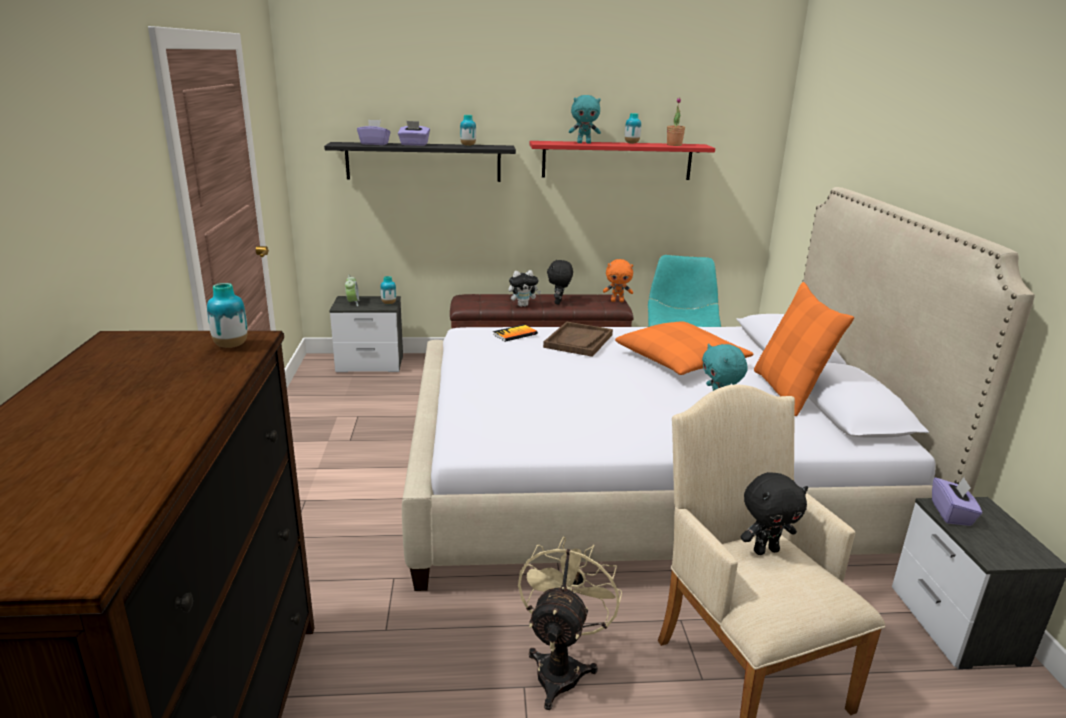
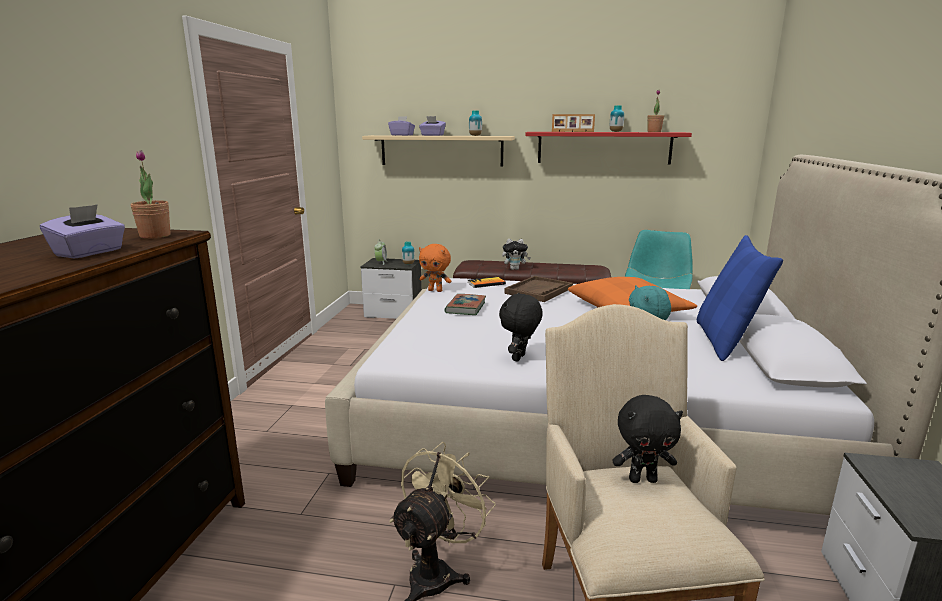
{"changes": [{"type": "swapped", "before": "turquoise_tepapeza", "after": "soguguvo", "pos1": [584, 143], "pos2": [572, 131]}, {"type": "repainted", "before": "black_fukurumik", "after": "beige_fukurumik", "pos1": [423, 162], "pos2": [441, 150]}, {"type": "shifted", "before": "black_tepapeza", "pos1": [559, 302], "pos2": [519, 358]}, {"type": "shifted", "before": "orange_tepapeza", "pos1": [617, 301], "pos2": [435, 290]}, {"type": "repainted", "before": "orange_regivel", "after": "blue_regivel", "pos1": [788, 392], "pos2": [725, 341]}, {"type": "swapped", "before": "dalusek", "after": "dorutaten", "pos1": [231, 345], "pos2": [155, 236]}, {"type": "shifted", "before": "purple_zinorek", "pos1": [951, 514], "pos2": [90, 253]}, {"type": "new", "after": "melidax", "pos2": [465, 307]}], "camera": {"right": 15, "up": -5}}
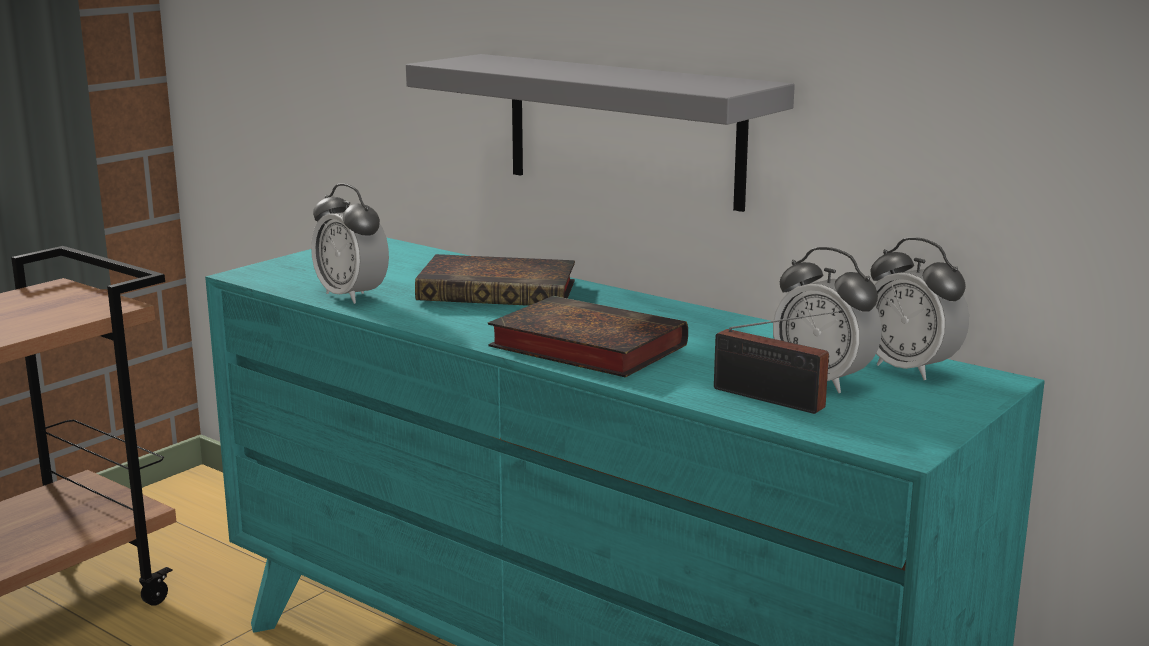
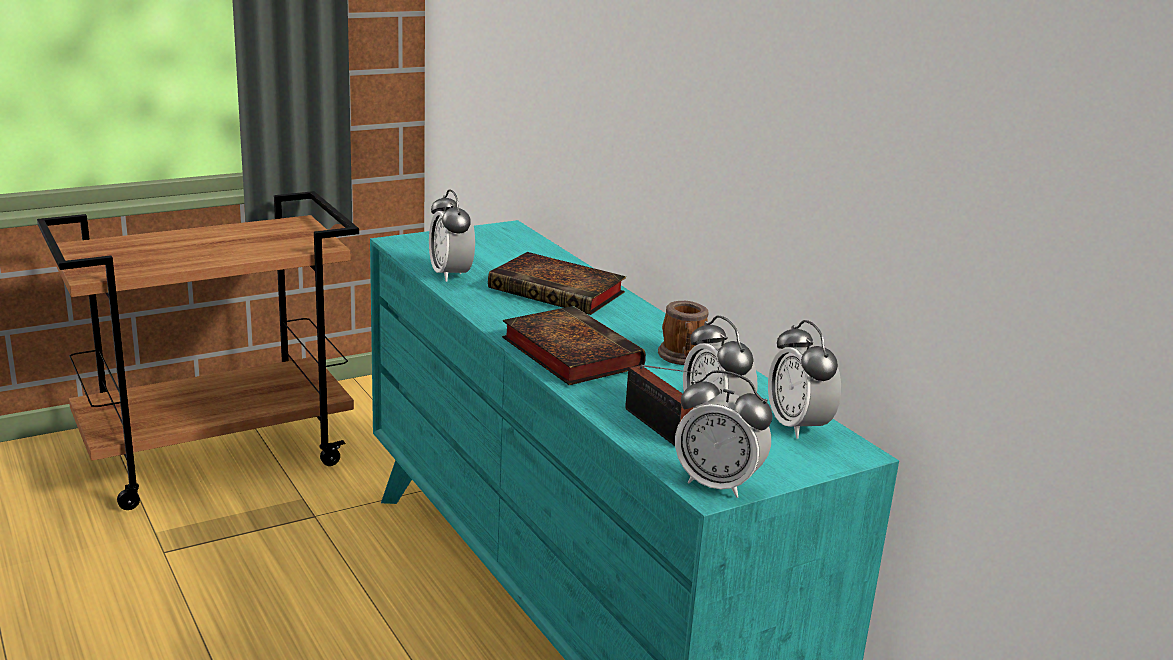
{"changes": [{"type": "gone", "before": "grey_fukurumik", "pos1": [623, 130]}, {"type": "new", "after": "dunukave", "pos2": [683, 358]}, {"type": "new", "after": "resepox", "pos2": [718, 484]}], "camera": {"right": 20, "up": 5}}
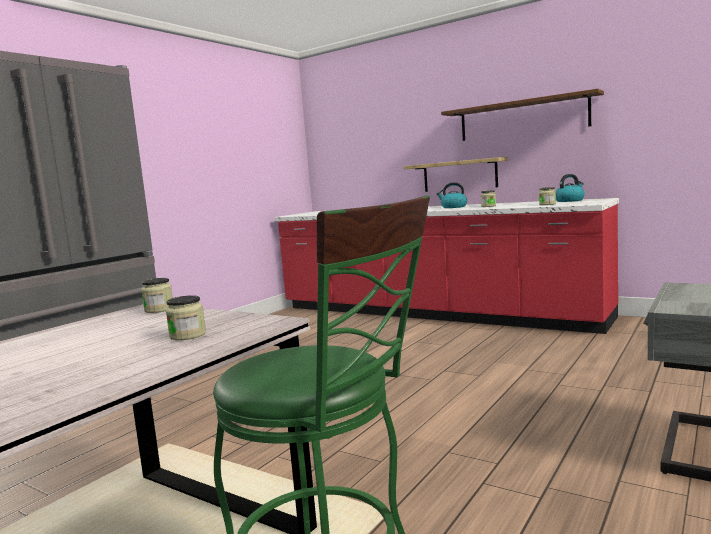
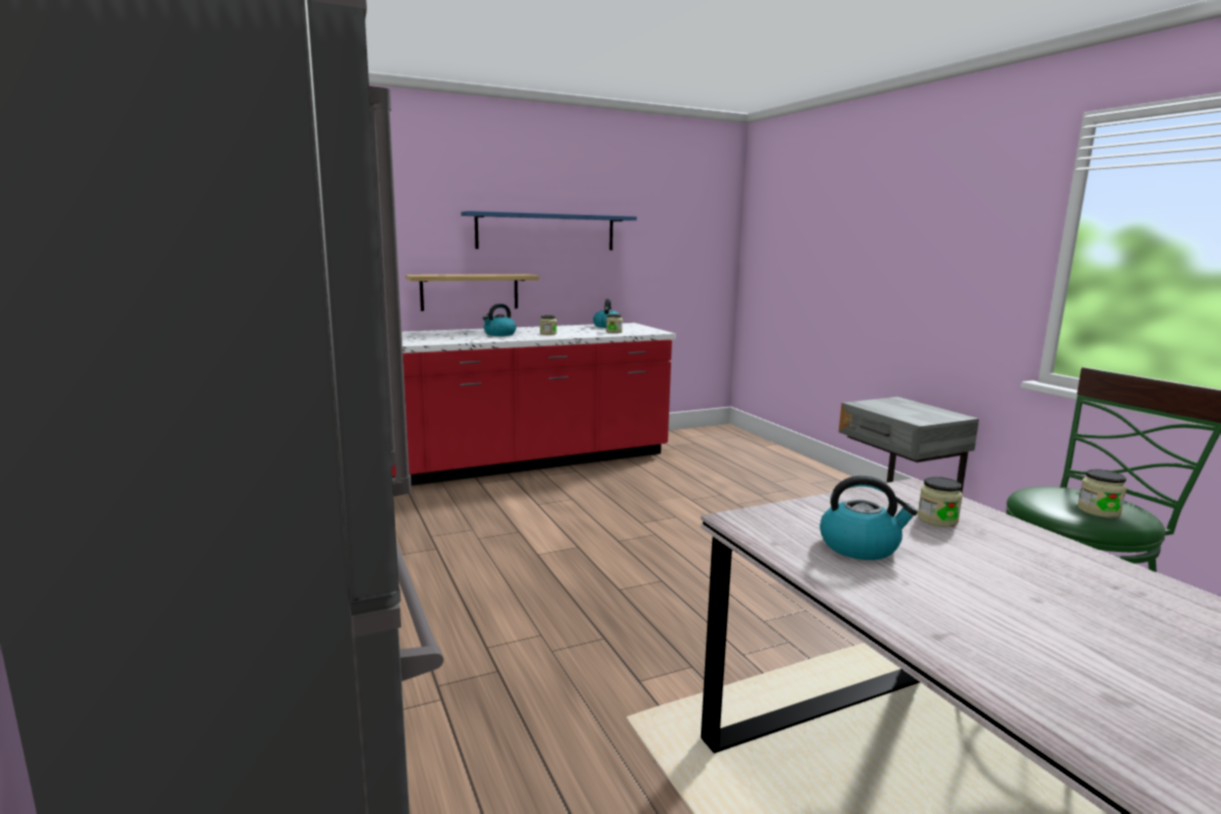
{"changes": [{"type": "repainted", "before": "brown_fukurumik", "after": "blue_fukurumik", "pos1": [522, 118], "pos2": [546, 232]}, {"type": "shifted", "before": "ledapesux", "pos1": [159, 309], "pos2": [1098, 511]}, {"type": "new", "after": "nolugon", "pos2": [860, 546]}], "camera": {"right": -60, "up": 5}}
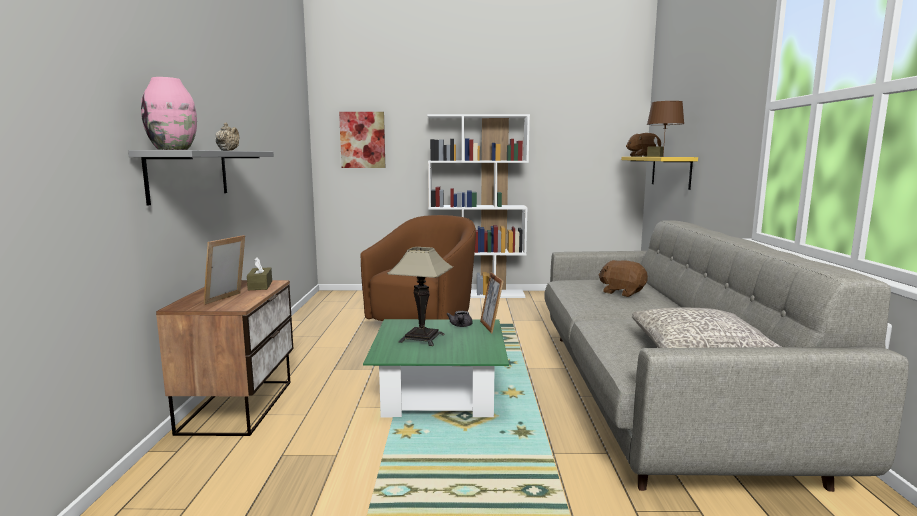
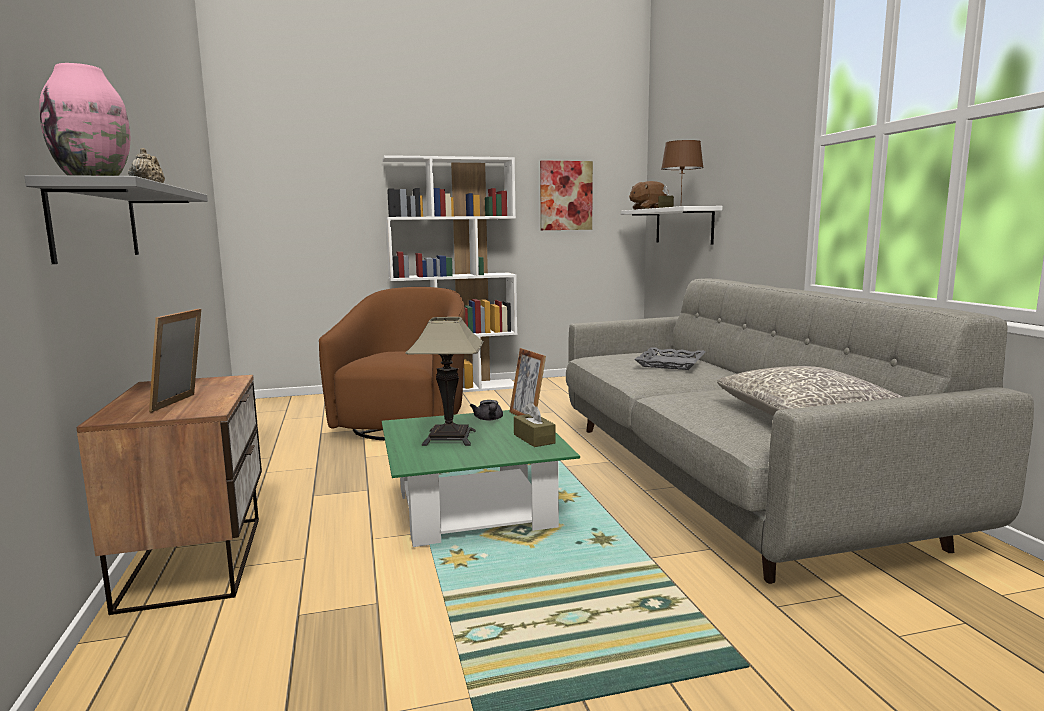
{"changes": [{"type": "shifted", "before": "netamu", "pos1": [362, 140], "pos2": [566, 195]}, {"type": "repainted", "before": "yellow_fukurumik", "after": "white_fukurumik", "pos1": [670, 171], "pos2": [683, 225]}, {"type": "shifted", "before": "brown_zinorek", "pos1": [260, 285], "pos2": [534, 439]}, {"type": "swapped", "before": "brown_tepapeza", "after": "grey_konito", "pos1": [622, 292], "pos2": [671, 363]}], "camera": {"right": -15, "up": 0}}
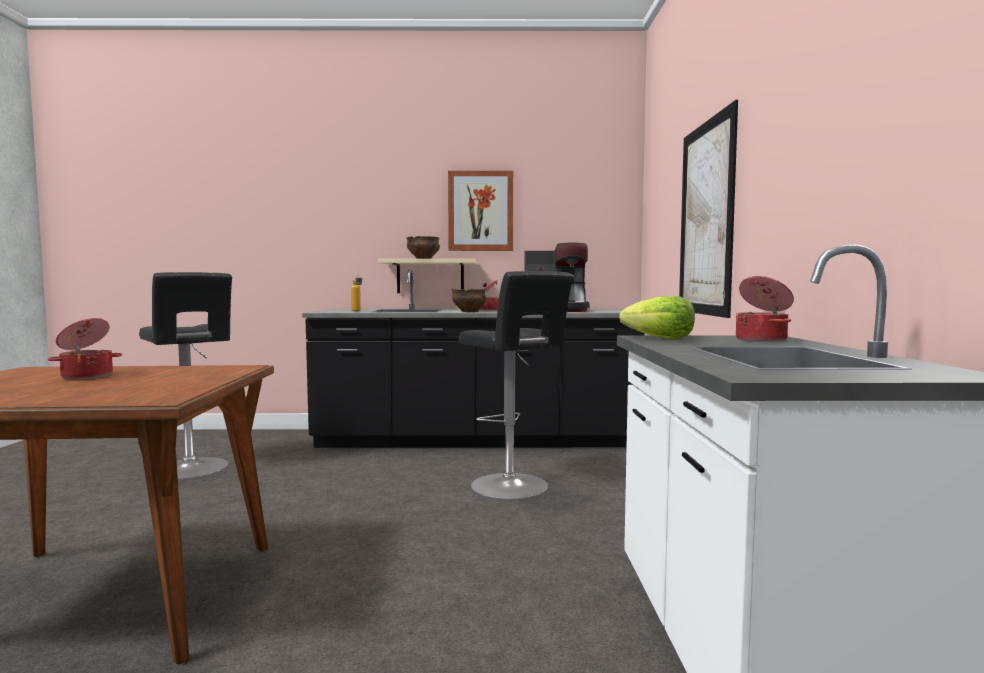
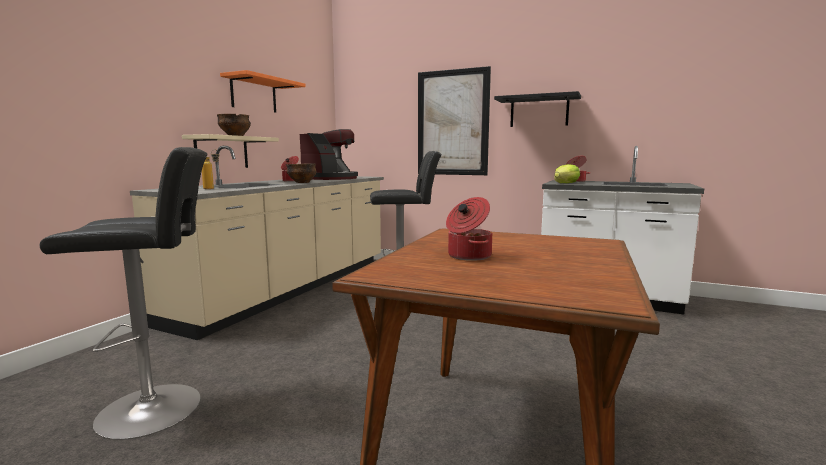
{"changes": [{"type": "swapped", "before": "netamu", "after": "orange_fukurumik", "pos1": [480, 211], "pos2": [254, 95]}, {"type": "repainted", "before": "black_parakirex", "after": "beige_parakirex", "pos1": [476, 440], "pos2": [292, 288]}, {"type": "new", "after": "black_fukurumik", "pos2": [539, 112]}], "camera": {"right": -65, "up": 5}}
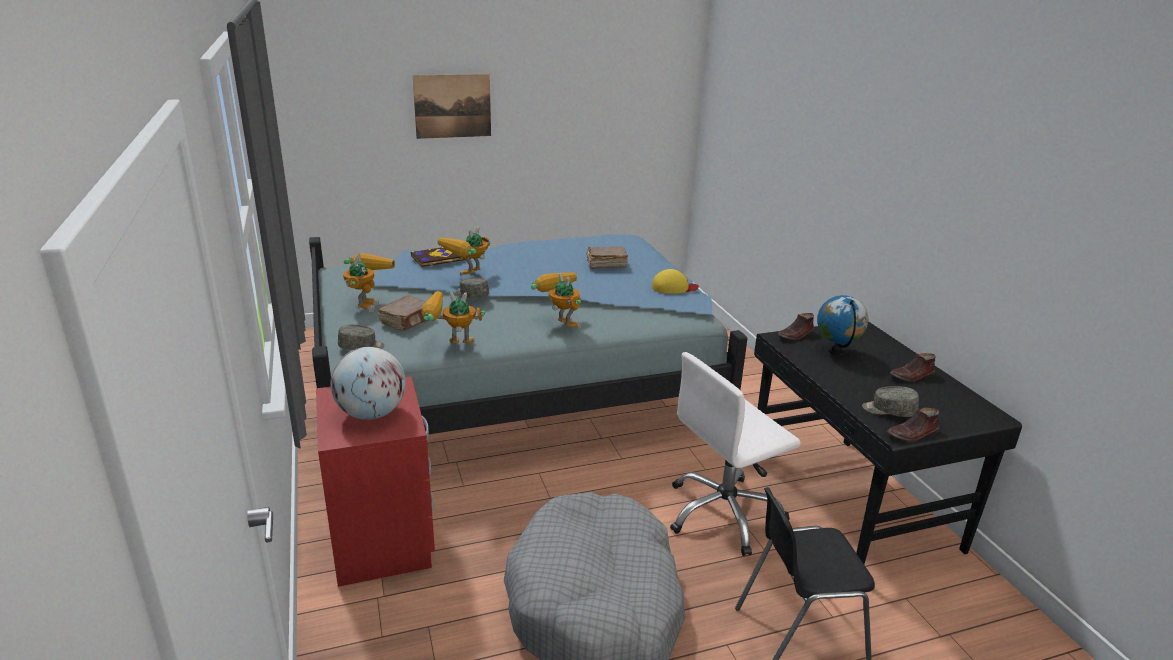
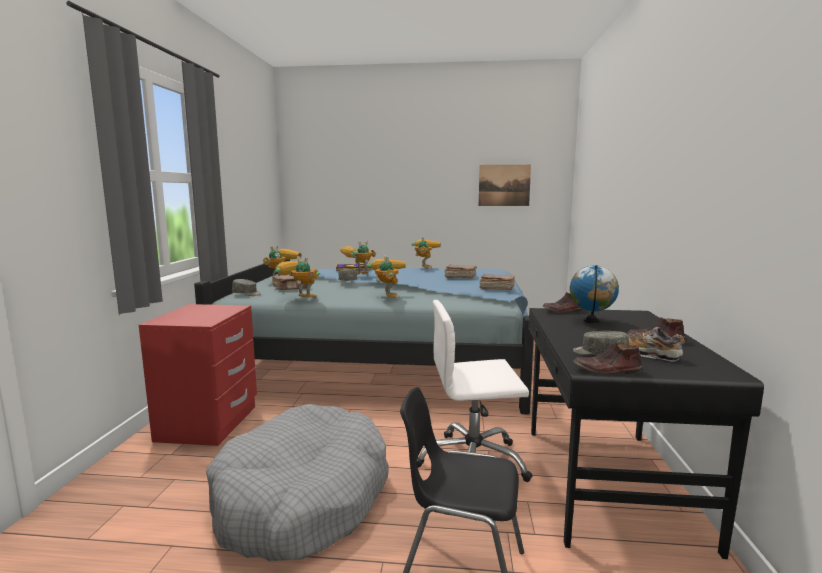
{"changes": [{"type": "shifted", "before": "netamu", "pos1": [452, 106], "pos2": [504, 185]}, {"type": "swapped", "before": "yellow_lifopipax", "after": "brown_melidax", "pos1": [674, 287], "pos2": [496, 288]}, {"type": "gone", "before": "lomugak", "pos1": [371, 414]}, {"type": "new", "after": "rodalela", "pos2": [424, 268]}, {"type": "new", "after": "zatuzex", "pos2": [648, 354]}], "camera": {"right": 25, "up": -15}}
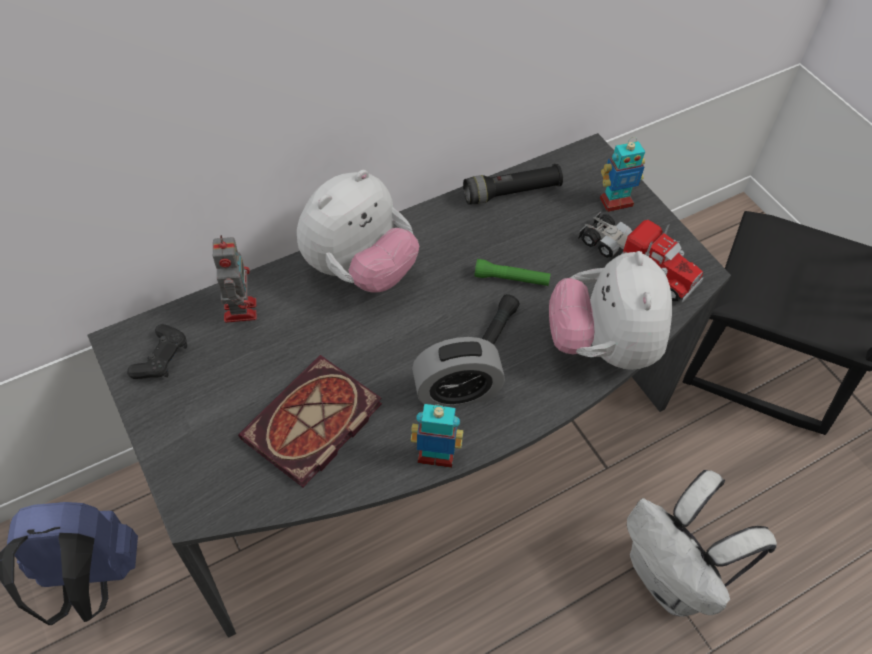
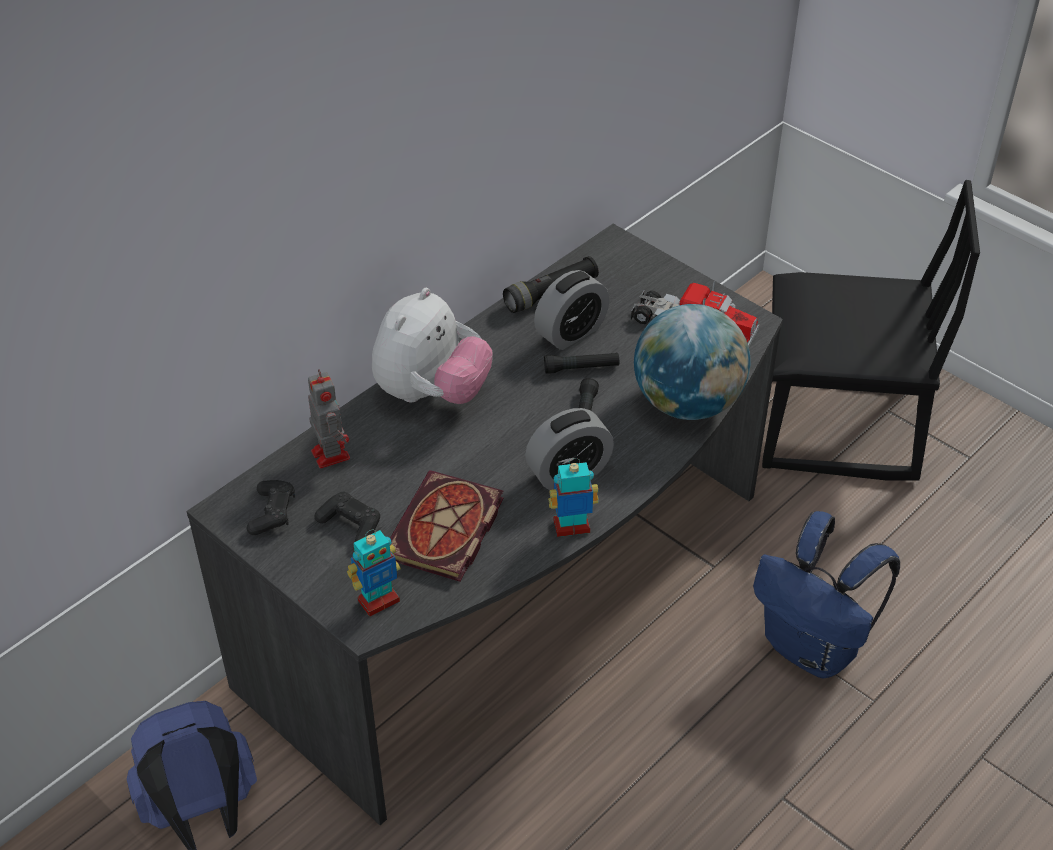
{"changes": [{"type": "shifted", "before": "rodalela", "pos1": [615, 202], "pos2": [378, 600]}, {"type": "swapped", "before": "tepapeza", "after": "lomugak", "pos1": [602, 345], "pos2": [687, 403]}, {"type": "repainted", "before": "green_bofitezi", "after": "black_bofitezi", "pos1": [511, 279], "pos2": [581, 368]}, {"type": "repainted", "before": "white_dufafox", "after": "blue_dufafox", "pos1": [671, 578], "pos2": [813, 648]}, {"type": "new", "after": "resepox", "pos2": [571, 333]}, {"type": "new", "after": "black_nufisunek", "pos2": [351, 525]}], "camera": {"right": -15, "up": -10}}
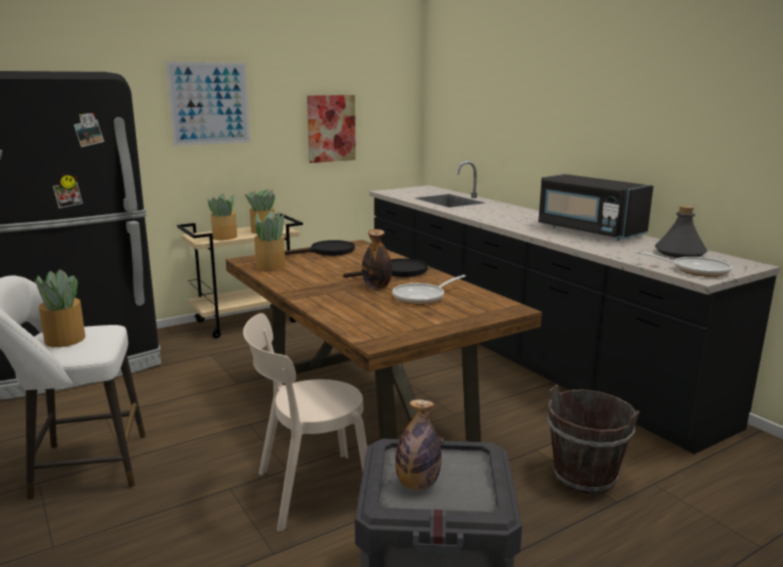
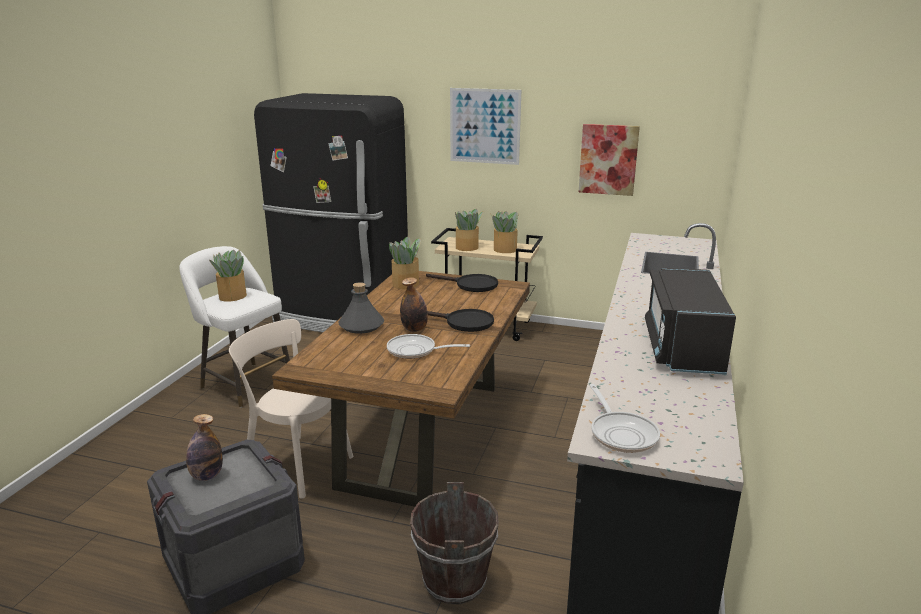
{"changes": [{"type": "shifted", "before": "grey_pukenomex", "pos1": [679, 253], "pos2": [362, 326]}], "camera": {"right": 50, "up": 5}}
